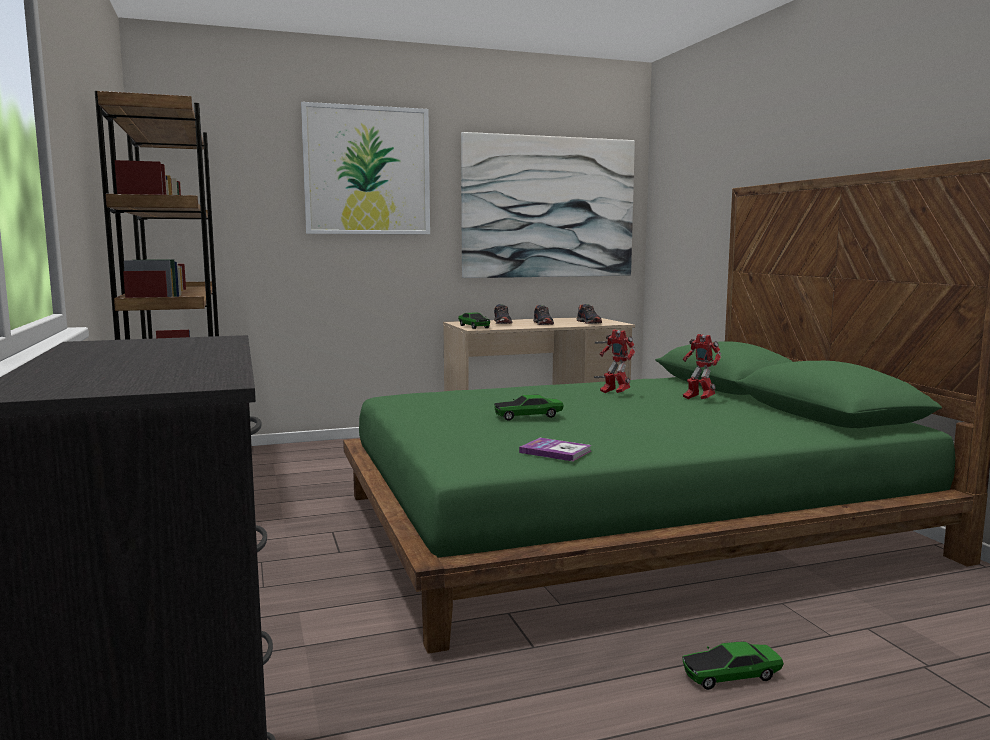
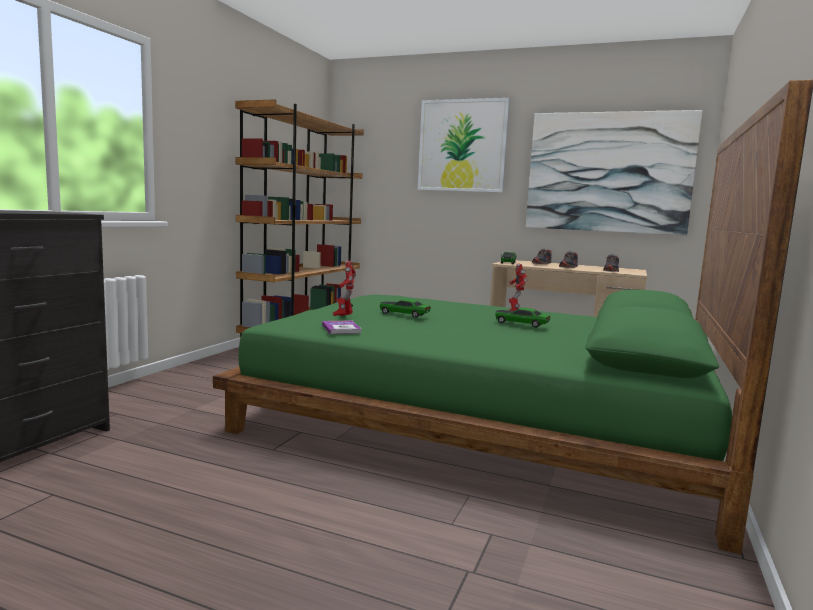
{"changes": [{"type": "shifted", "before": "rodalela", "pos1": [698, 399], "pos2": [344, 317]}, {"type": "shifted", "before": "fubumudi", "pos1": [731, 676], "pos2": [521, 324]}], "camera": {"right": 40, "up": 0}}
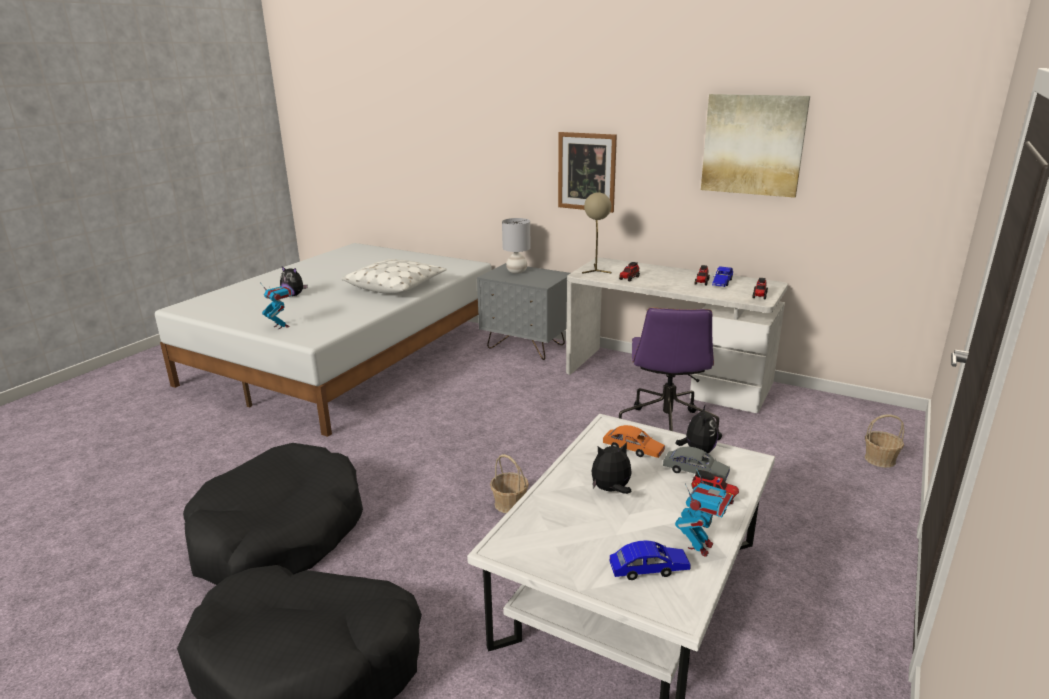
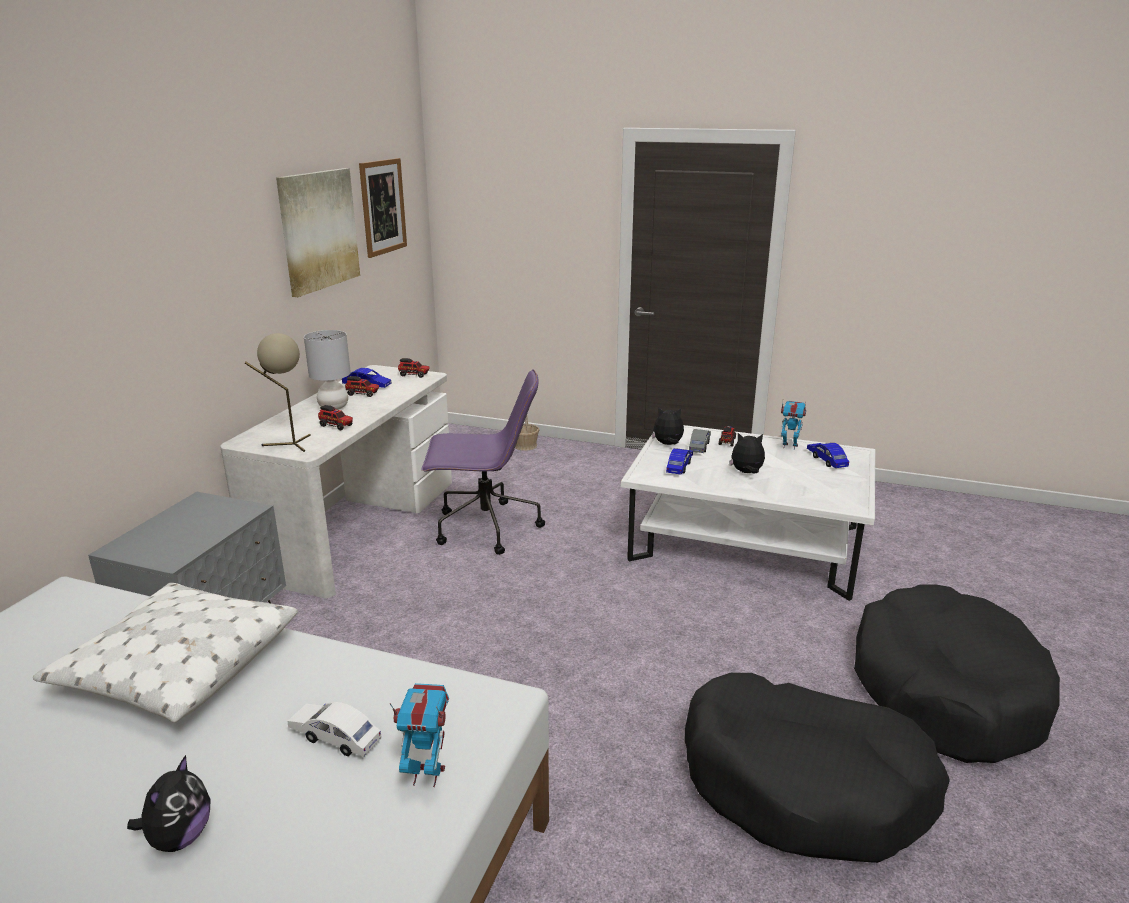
{"changes": [{"type": "shifted", "before": "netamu", "pos1": [586, 172], "pos2": [382, 207]}, {"type": "shifted", "before": "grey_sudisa", "pos1": [517, 272], "pos2": [334, 407]}, {"type": "rotated", "before": "rodalela", "pos1": [281, 326], "pos2": [427, 775], "turn": 60}, {"type": "repainted", "before": "orange_fubumudi", "after": "blue_fubumudi", "pos1": [633, 449], "pos2": [679, 466]}, {"type": "rotated", "before": "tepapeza", "pos1": [611, 490], "pos2": [746, 473], "turn": 120}, {"type": "gone", "before": "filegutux", "pos1": [509, 504]}, {"type": "new", "after": "white_fubumudi", "pos2": [335, 737]}], "camera": {"right": -100, "up": 0}}
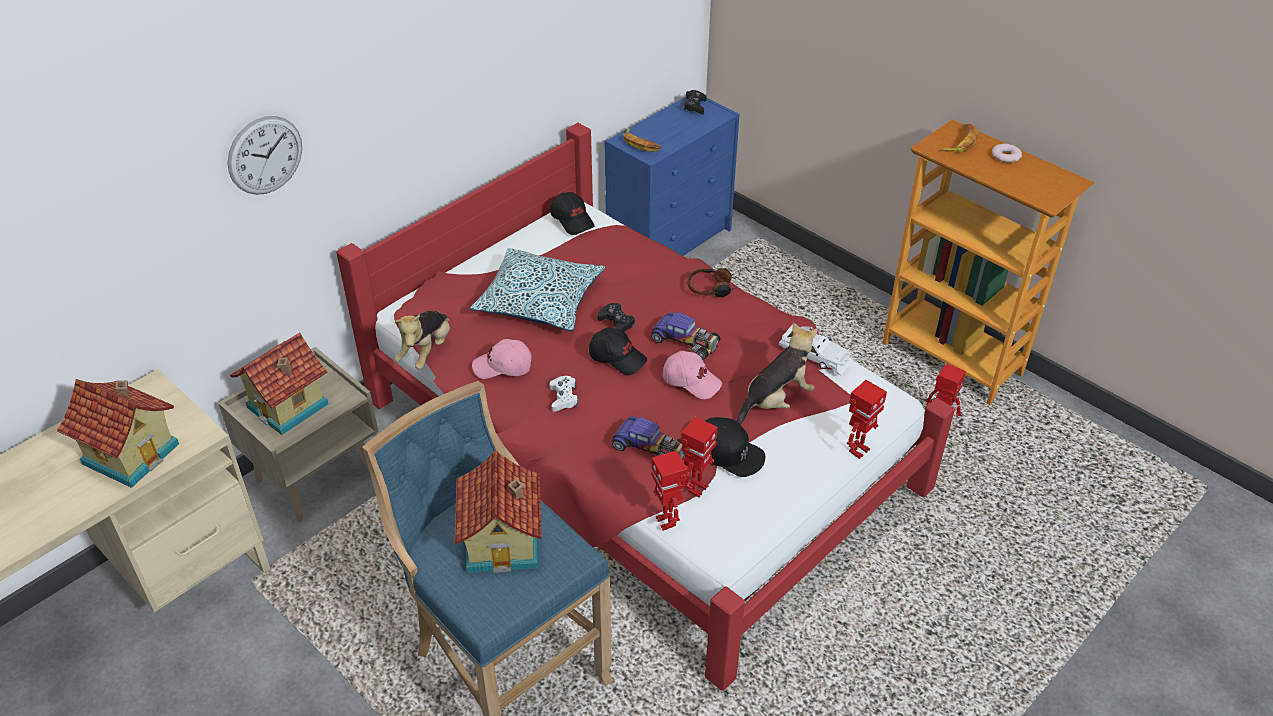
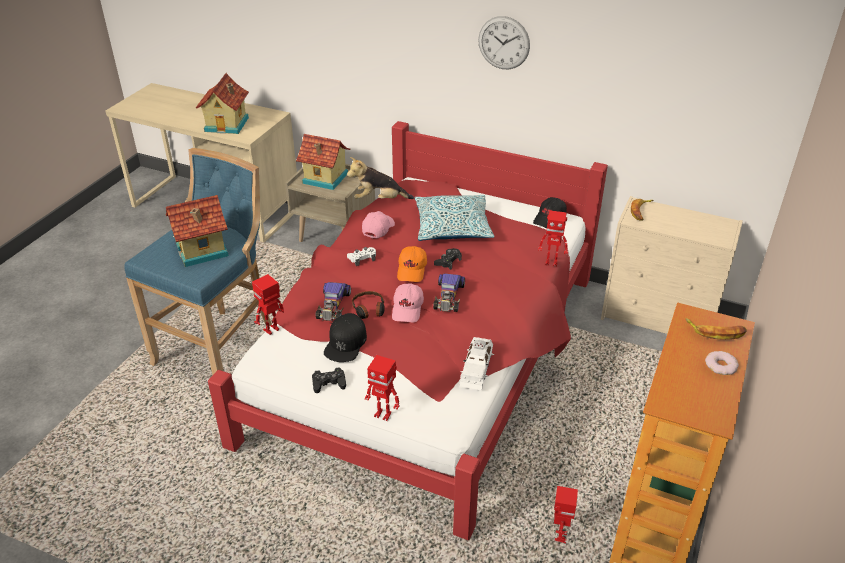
{"changes": [{"type": "shifted", "before": "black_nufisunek", "pos1": [694, 106], "pos2": [329, 383]}, {"type": "repainted", "before": "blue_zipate", "after": "beige_zipate", "pos1": [670, 243], "pos2": [659, 319]}, {"type": "shifted", "before": "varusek", "pos1": [265, 155], "pos2": [504, 43]}, {"type": "shifted", "before": "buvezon", "pos1": [711, 288], "pos2": [369, 310]}, {"type": "gone", "before": "tepapeza", "pos1": [776, 401]}, {"type": "repainted", "before": "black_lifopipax", "after": "orange_lifopipax", "pos1": [617, 357], "pos2": [412, 270]}, {"type": "rotated", "before": "pink_lifopipax", "pos1": [503, 367], "pos2": [378, 229], "turn": 45}, {"type": "shifted", "before": "rodalela", "pos1": [696, 488], "pos2": [551, 262]}], "camera": {"right": 70, "up": -5}}
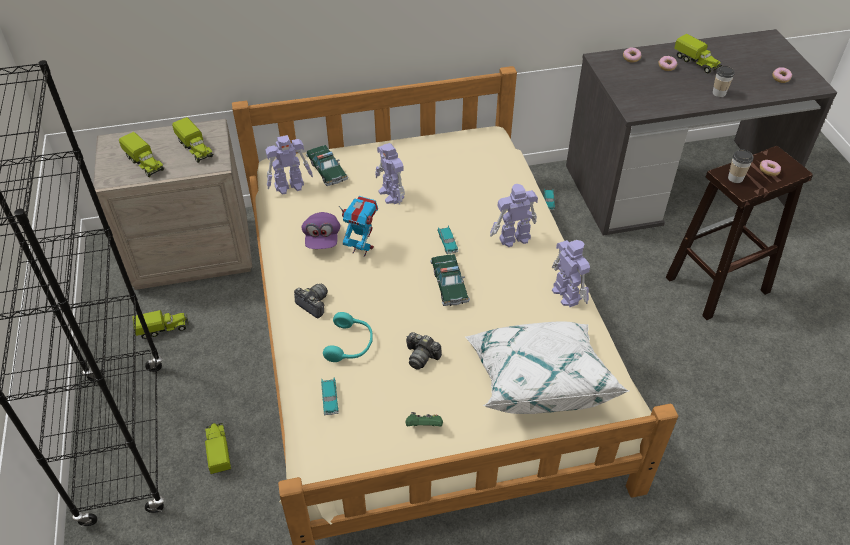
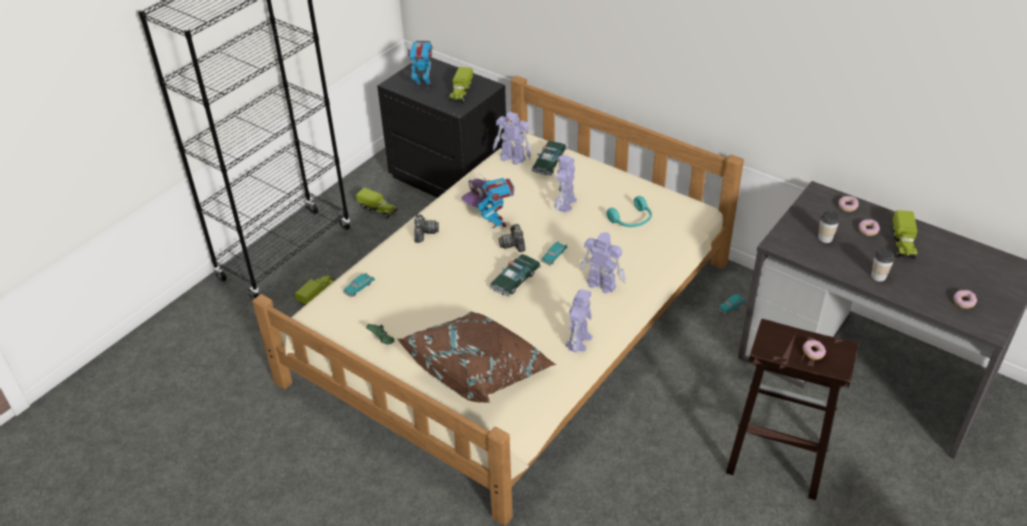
{"changes": [{"type": "repainted", "before": "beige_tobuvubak", "after": "black_tobuvubak", "pos1": [192, 253], "pos2": [449, 177]}, {"type": "swapped", "before": "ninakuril", "after": "rodalela", "pos1": [145, 164], "pos2": [423, 85]}, {"type": "shifted", "before": "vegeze", "pos1": [735, 178], "pos2": [825, 238]}, {"type": "shifted", "before": "turquoise_buvezon", "pos1": [350, 344], "pos2": [632, 220]}, {"type": "repainted", "before": "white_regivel", "after": "brown_regivel", "pos1": [538, 380], "pos2": [479, 371]}, {"type": "shifted", "before": "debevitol", "pos1": [421, 356], "pos2": [513, 244]}], "camera": {"right": 50, "up": -5}}
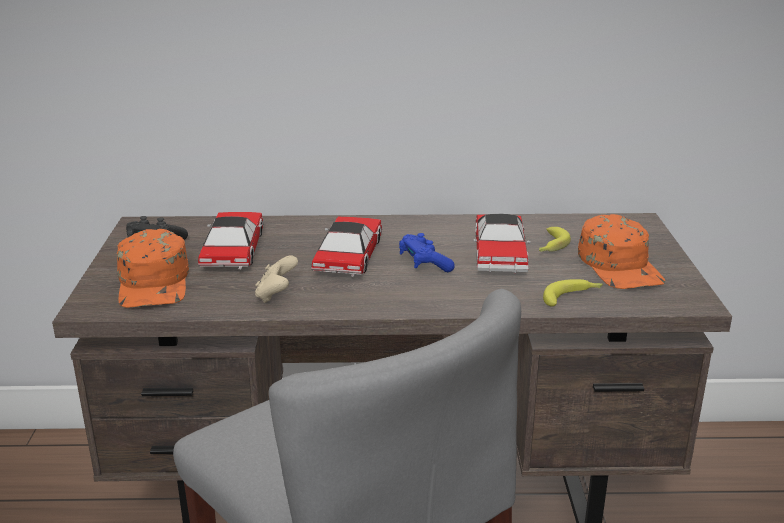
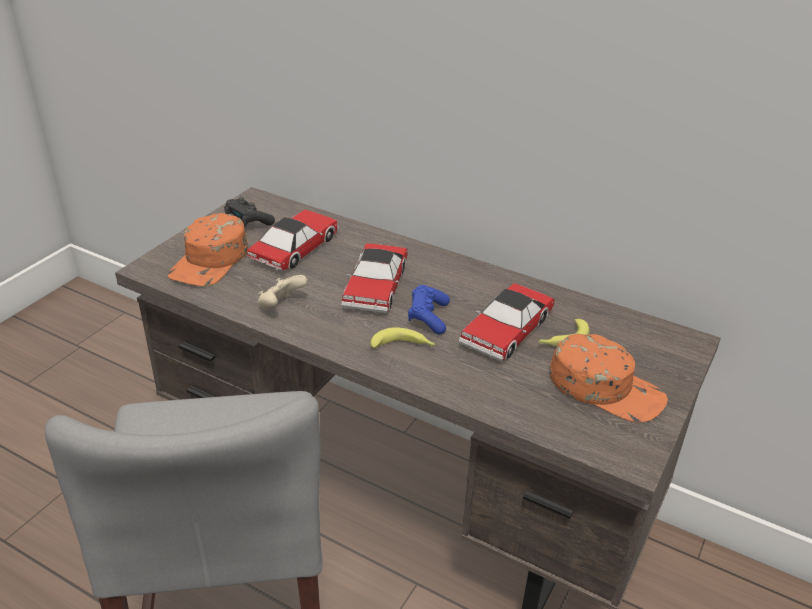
{"changes": [{"type": "rotated", "before": "orange_lifopipax", "pos1": [620, 266], "pos2": [606, 387], "turn": -75}, {"type": "rotated", "before": "fubumudi", "pos1": [349, 256], "pos2": [375, 286], "turn": 150}, {"type": "shifted", "before": "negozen", "pos1": [572, 297], "pos2": [403, 346]}], "camera": {"right": 30, "up": 10}}
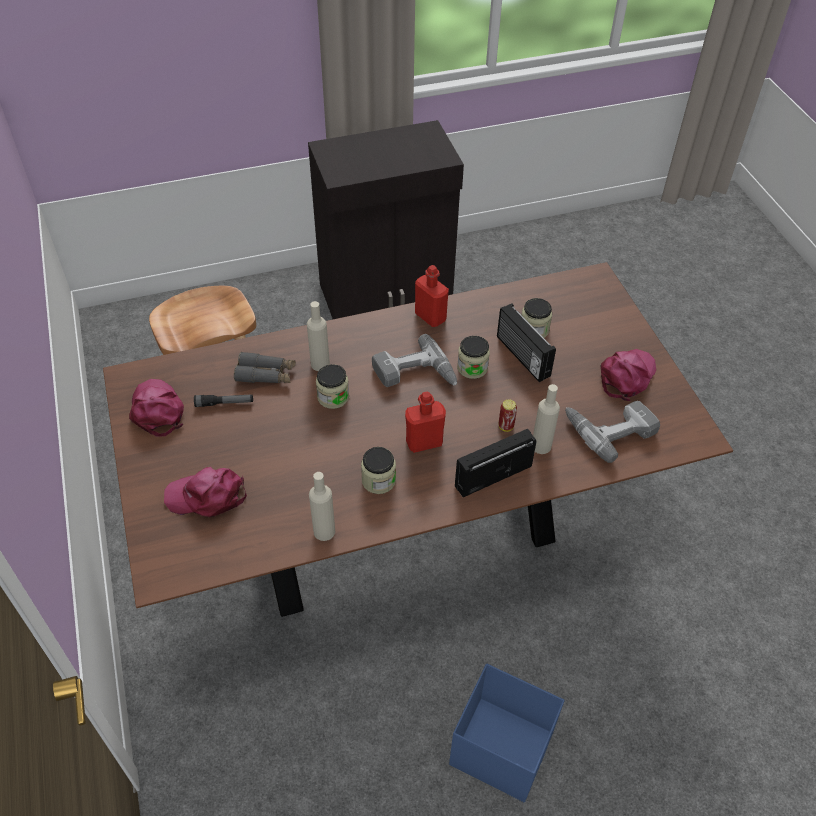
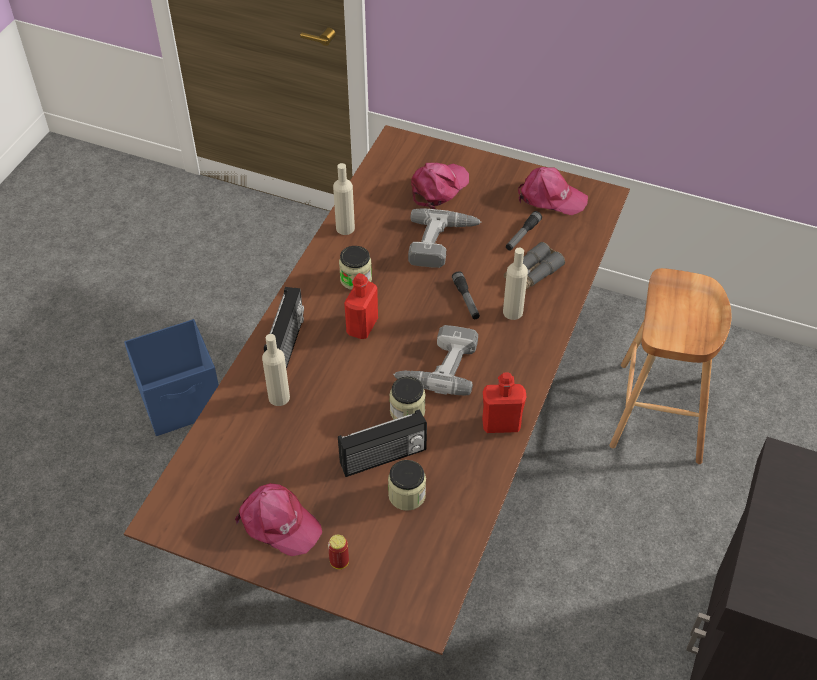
{"changes": [{"type": "rotated", "before": "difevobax", "pos1": [521, 357], "pos2": [383, 458], "turn": 150}, {"type": "rotated", "before": "pink_lifopipax", "pos1": [626, 376], "pos2": [278, 523], "turn": -45}, {"type": "swapped", "before": "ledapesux", "after": "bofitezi", "pos1": [333, 397], "pos2": [466, 299]}, {"type": "shifted", "before": "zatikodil", "pos1": [506, 426], "pos2": [339, 562]}, {"type": "shifted", "before": "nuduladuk", "pos1": [609, 428], "pos2": [442, 243]}], "camera": {"right": 130, "up": 0}}
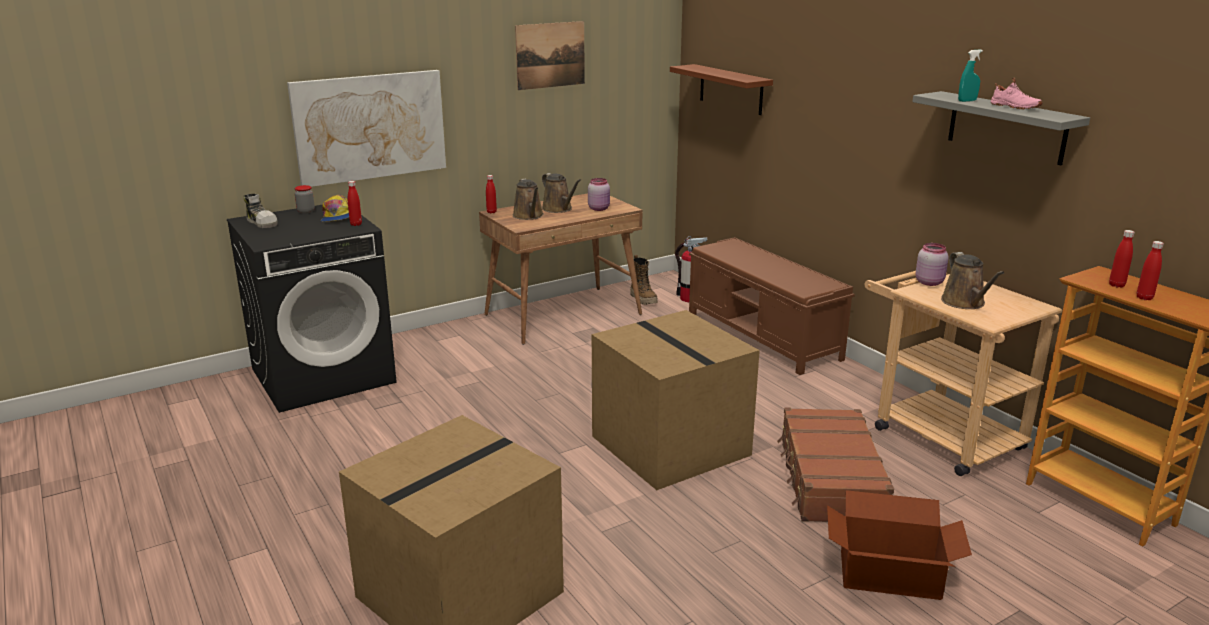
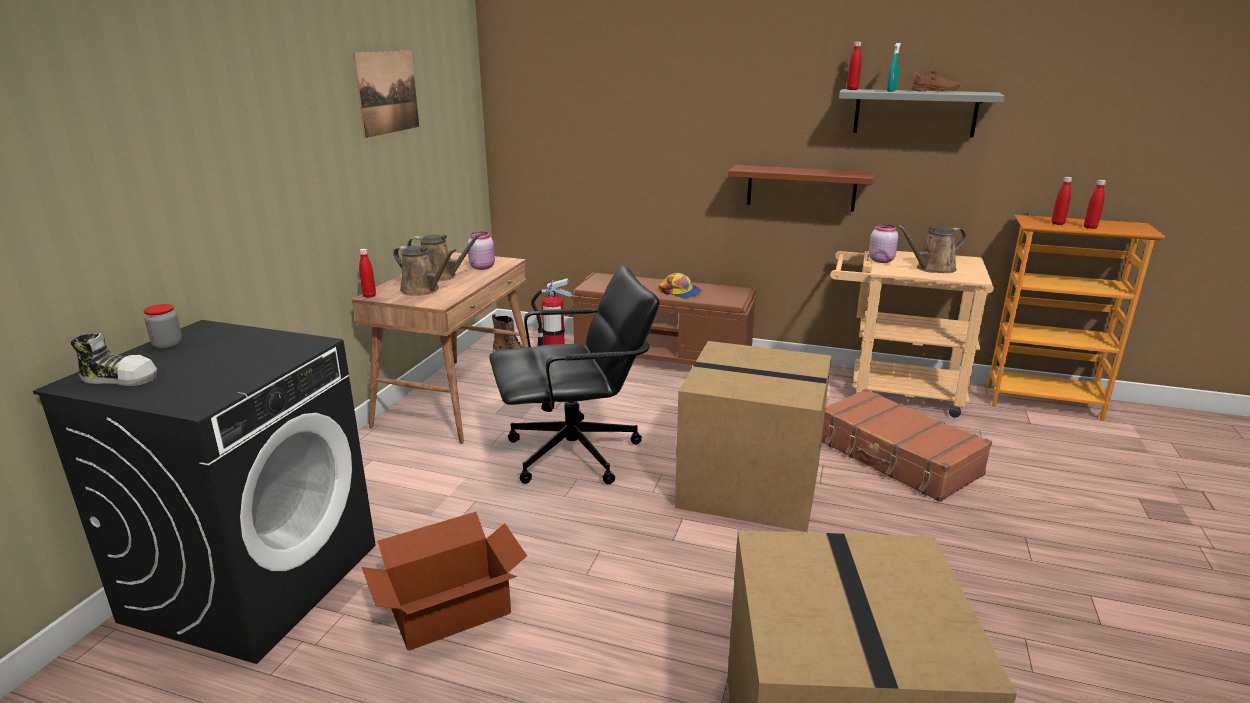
{"changes": [{"type": "shifted", "before": "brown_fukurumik", "pos1": [731, 89], "pos2": [801, 188]}, {"type": "gone", "before": "netamu", "pos1": [370, 127]}, {"type": "repainted", "before": "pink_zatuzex", "after": "brown_zatuzex", "pos1": [1014, 107], "pos2": [935, 91]}, {"type": "shifted", "before": "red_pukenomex", "pos1": [356, 224], "pos2": [852, 89]}, {"type": "shifted", "before": "lifopipax", "pos1": [337, 216], "pos2": [680, 292]}, {"type": "rotated", "before": "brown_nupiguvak", "pos1": [965, 303], "pos2": [932, 269], "turn": 120}, {"type": "shifted", "before": "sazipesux", "pos1": [890, 575], "pos2": [452, 611]}, {"type": "new", "after": "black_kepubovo", "pos2": [575, 454]}], "camera": {"right": -40, "up": 0}}
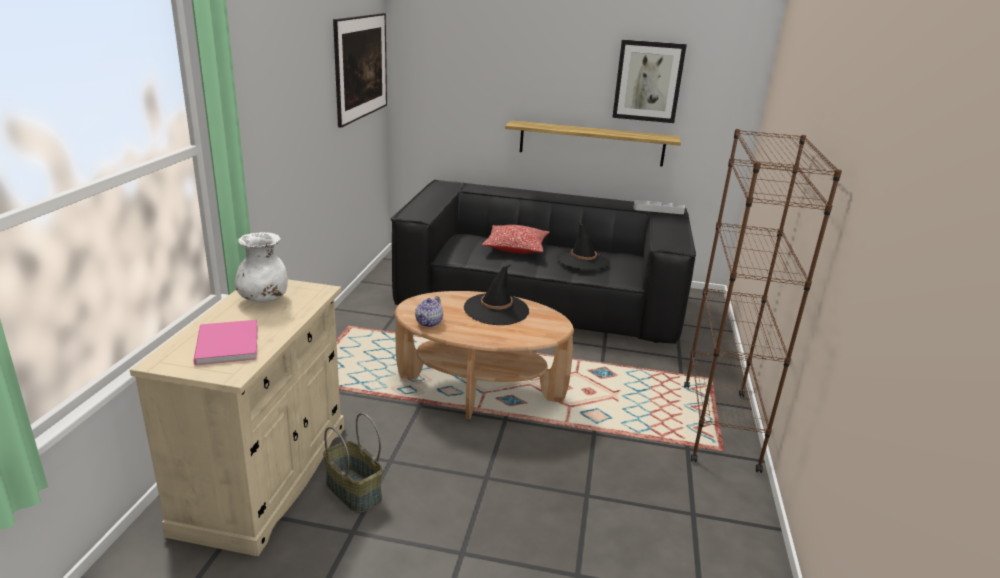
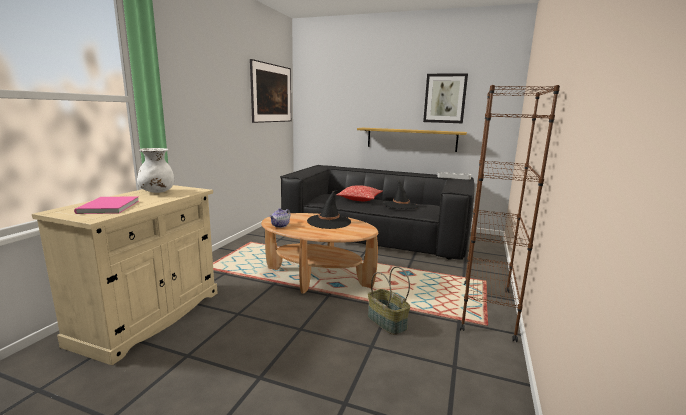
{"changes": [{"type": "shifted", "before": "filegutux", "pos1": [352, 491], "pos2": [386, 322]}], "camera": {"right": 10, "up": -10}}
